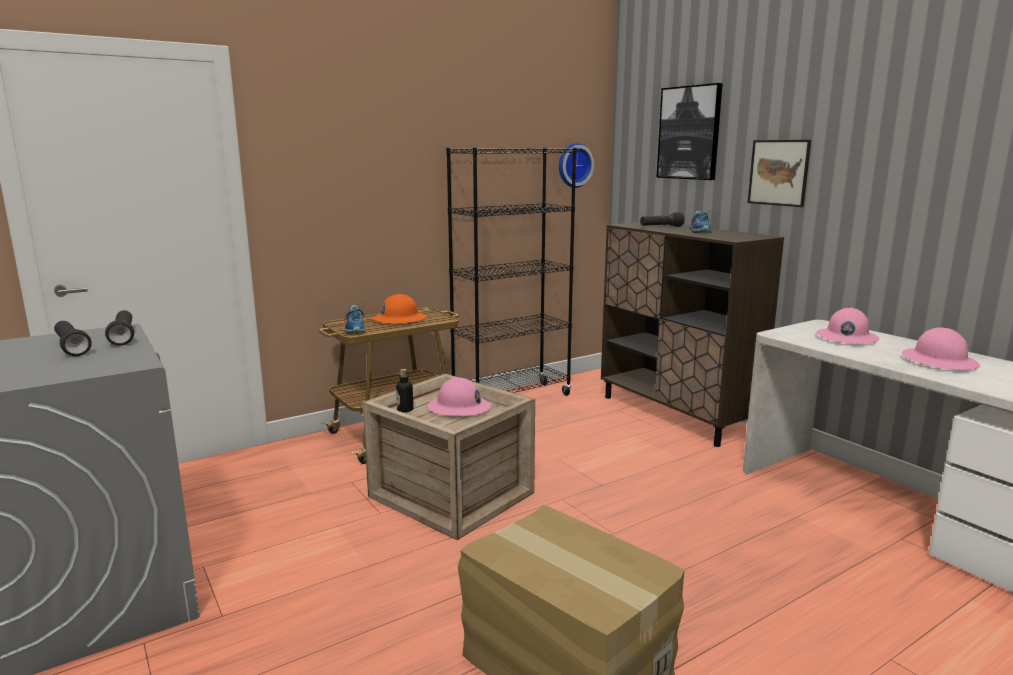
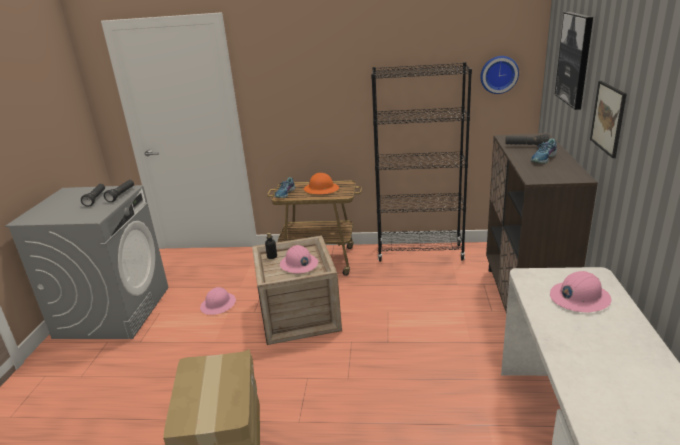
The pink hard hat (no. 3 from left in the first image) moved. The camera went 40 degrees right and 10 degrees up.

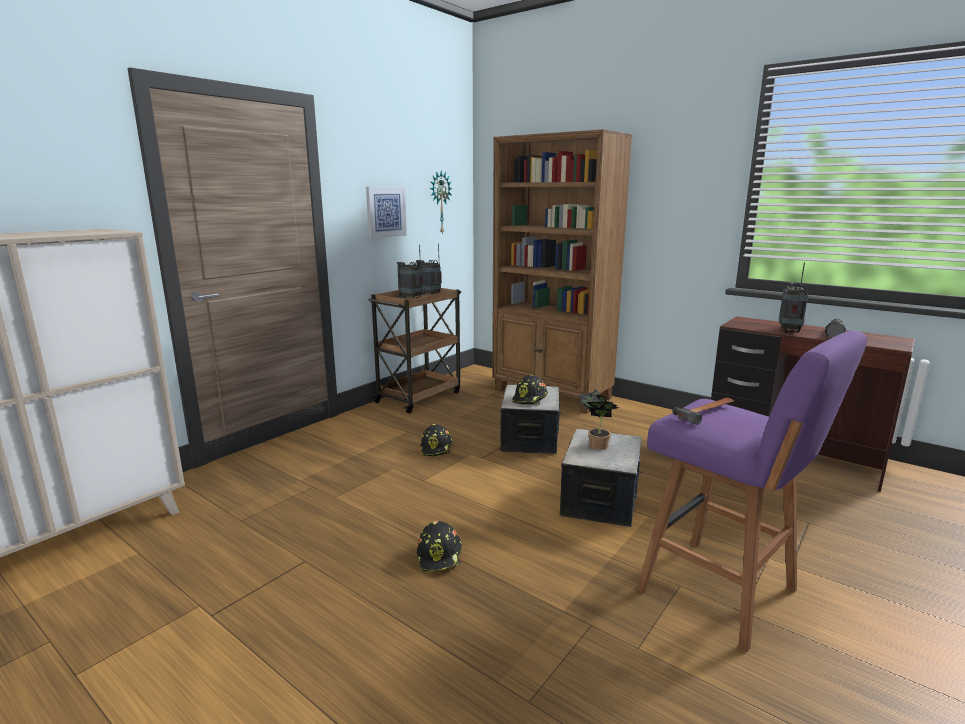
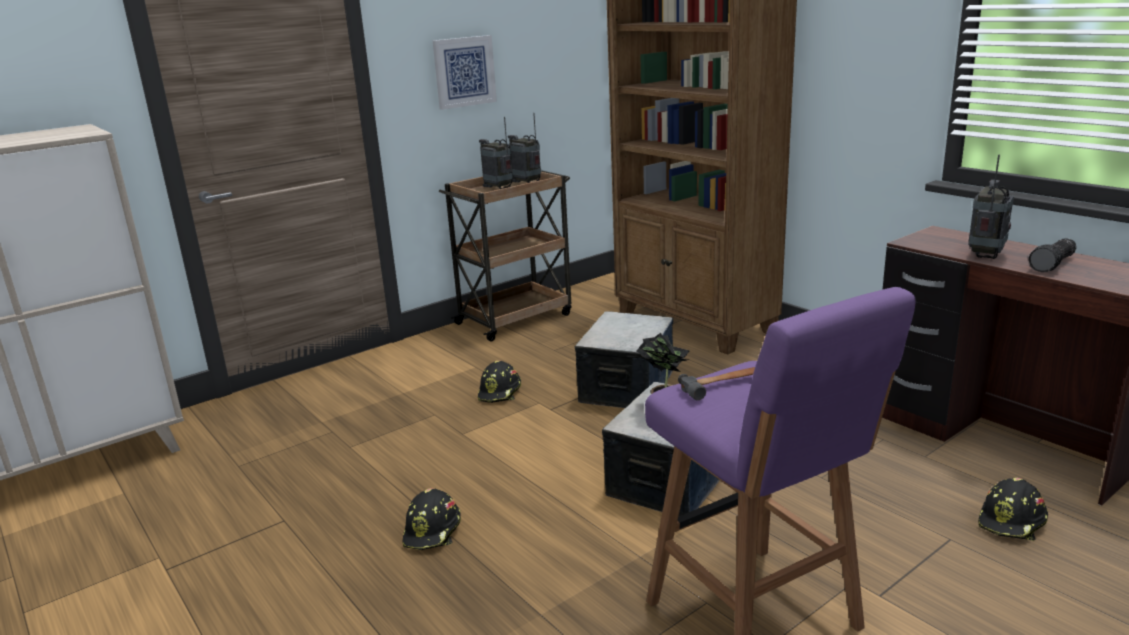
The wall clock disappeared. The black hard hat (no. 3 from left) moved. The camera went 15 degrees right and 5 degrees up.

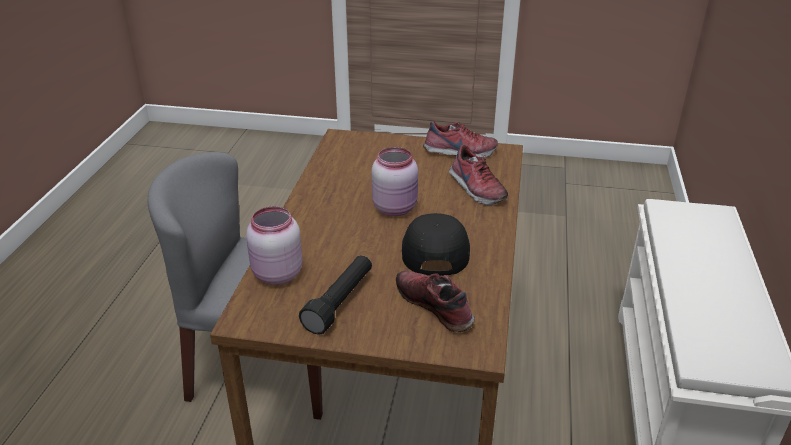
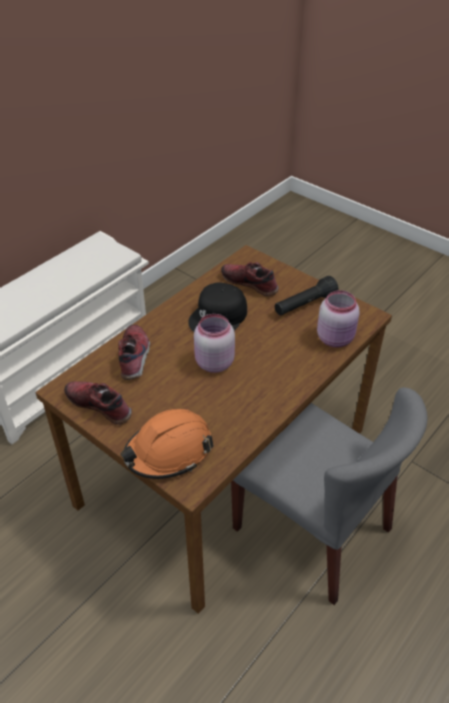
The shoe (no. 1 from left in the first image) turned 135 degrees clockwise. The orange hard hat appeared. The camera went 150 degrees left and 10 degrees up.

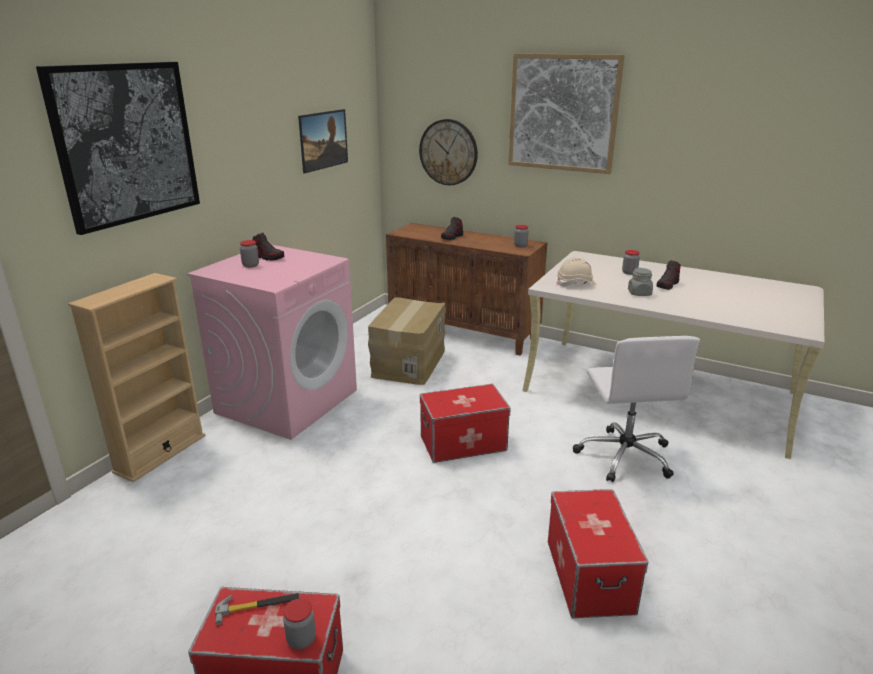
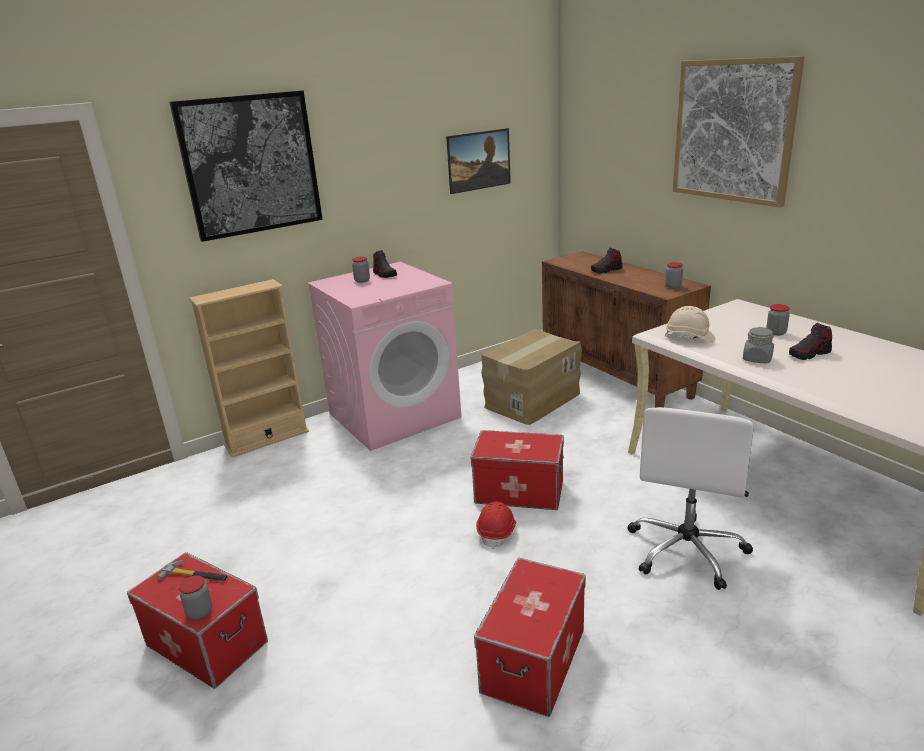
The wall clock disappeared. The red hard hat appeared. The camera went 30 degrees right and 0 degrees up.

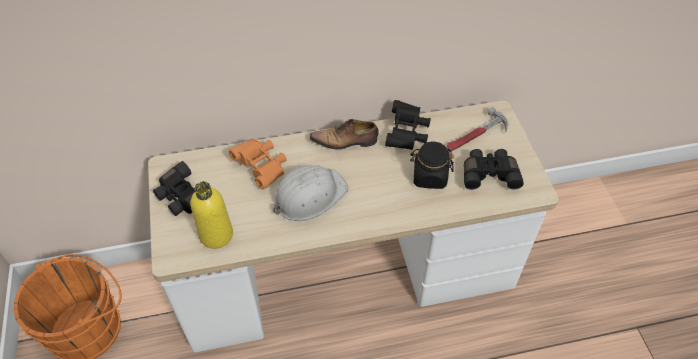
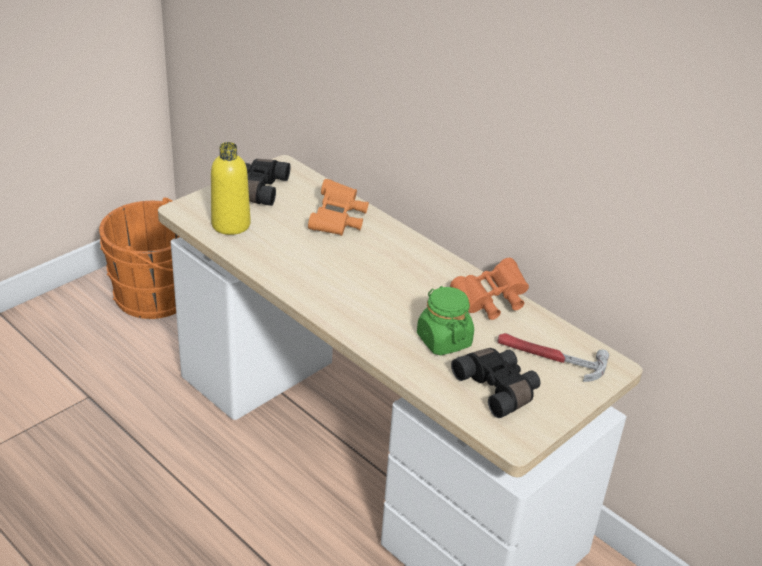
The black binoculars (no. 2 from left) became the orange binoculars (no. 2 from left). The shoe disappeared. The black jar became the green jar. The white hard hat disappeared. The camera went 55 degrees right and 15 degrees down.

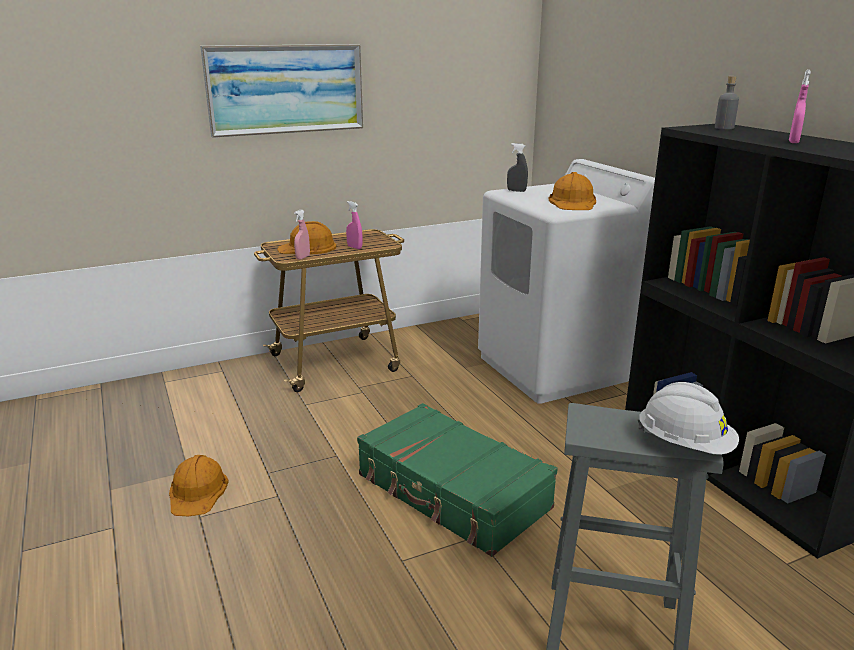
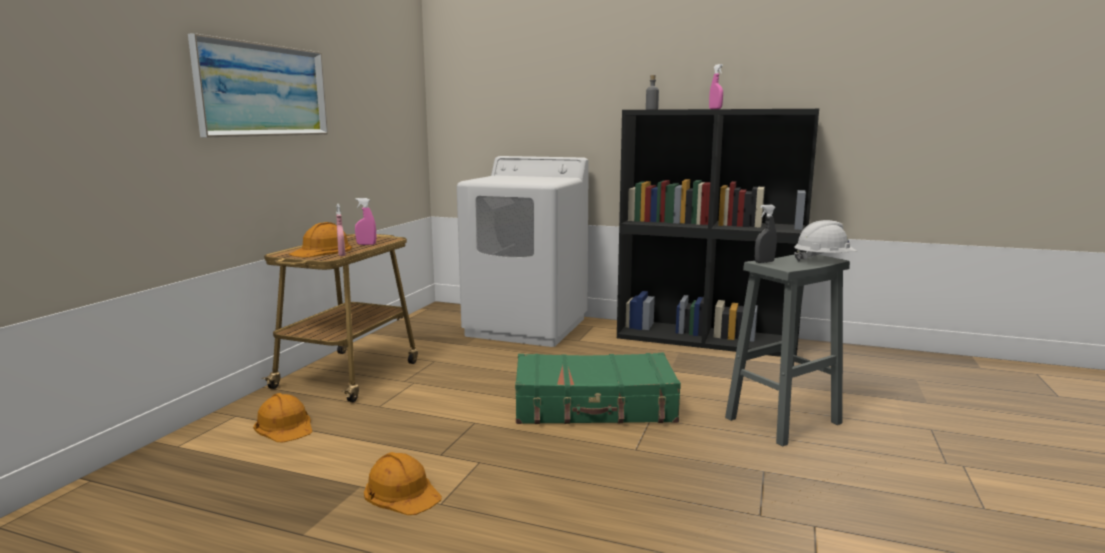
The grey spray bottle moved. The orange hard hat (no. 3 from left in the first image) moved. The camera went 45 degrees left and 10 degrees down.

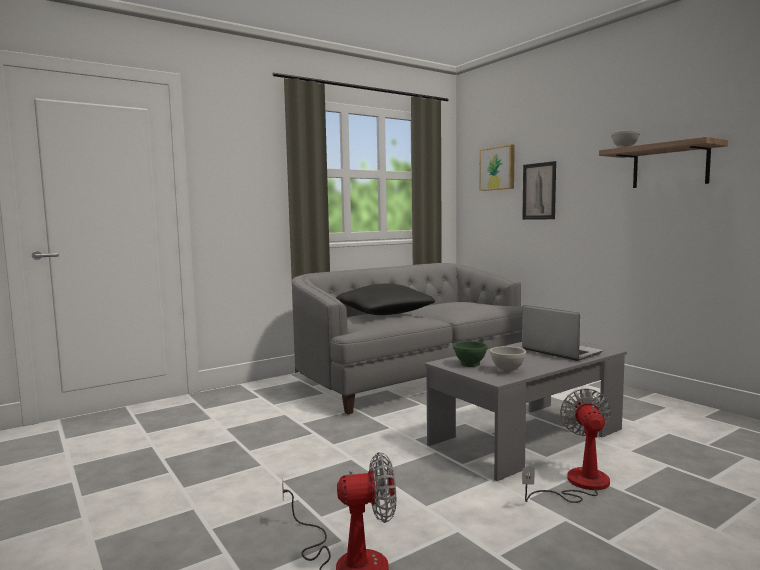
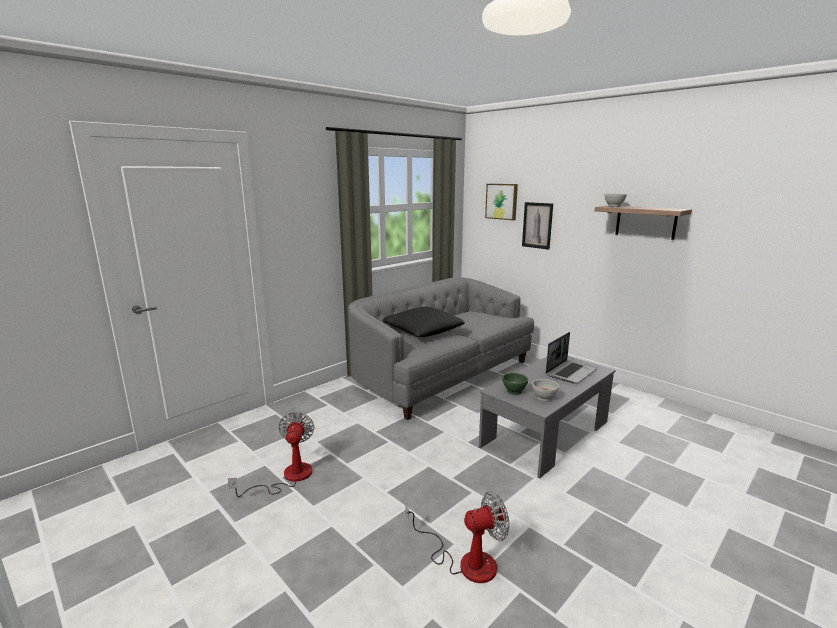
The laptop turned 90 degrees clockwise. The fan (no. 2 from left in the first image) moved. The camera went 10 degrees left and 10 degrees up.

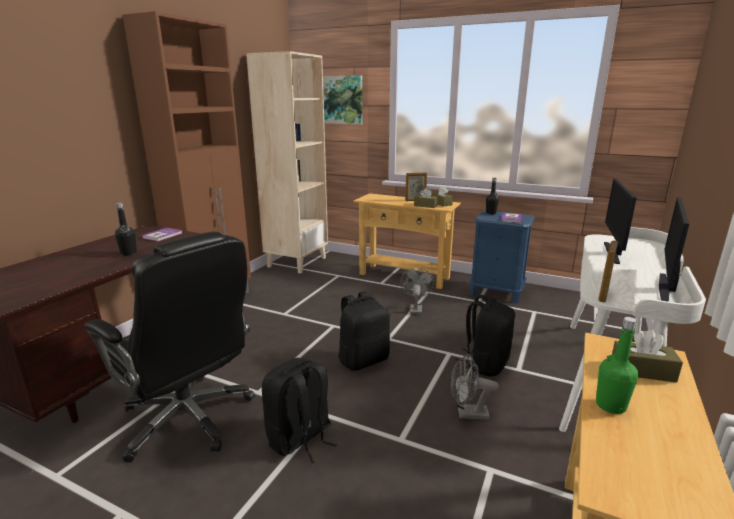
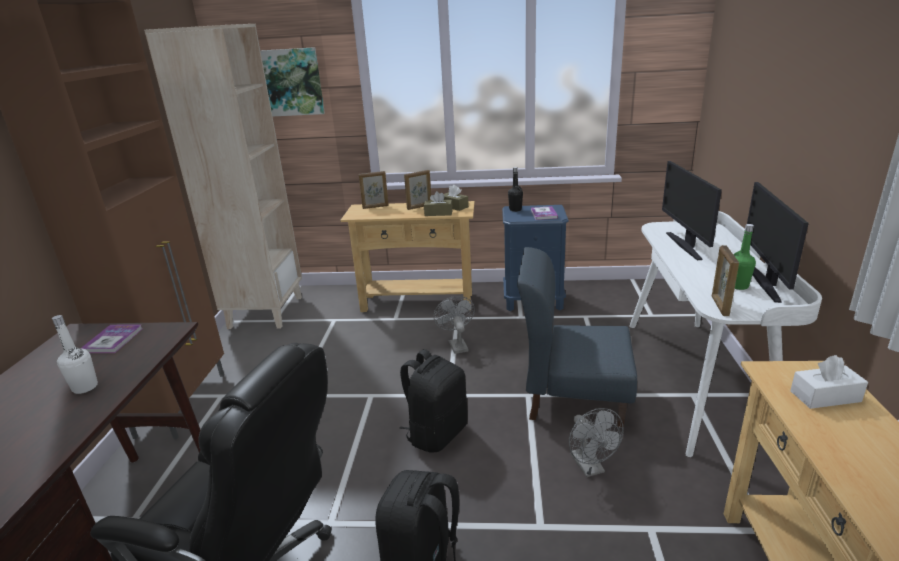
The black bottle (no. 1 from left) became the white bottle. The black backpack (no. 3 from left) was replaced by the blue chair. The green bottle moved. The brown tissue box (no. 3 from left) became the white tissue box. The grey fan (no. 2 from left) turned 90 degrees counterclockwise. The picture frame (no. 1 from left) appeared. The camera went 20 degrees left and 5 degrees up.

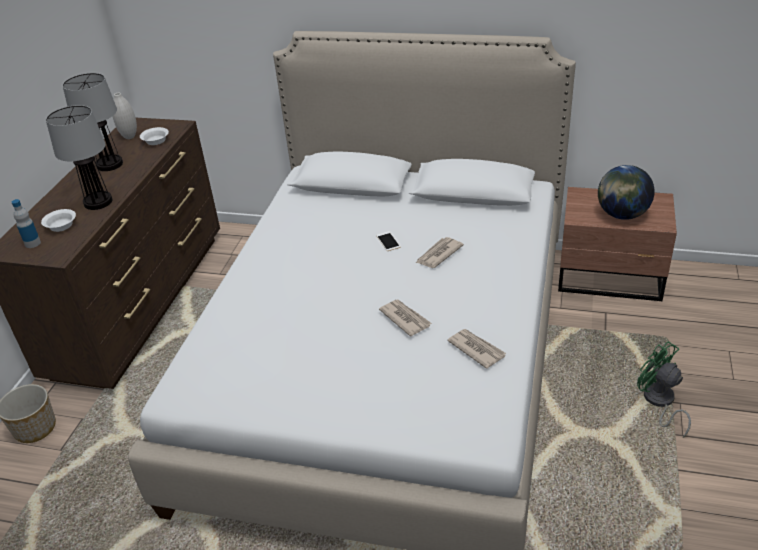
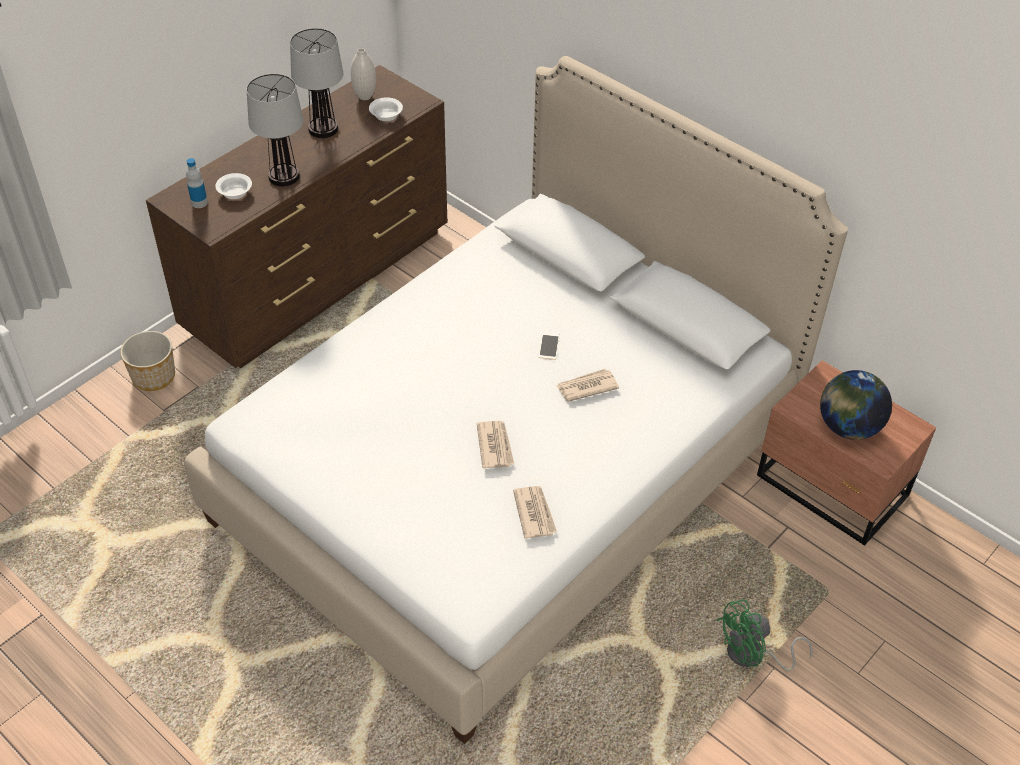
The green fan turned 105 degrees counterclockwise. The camera went 25 degrees right and 10 degrees up.

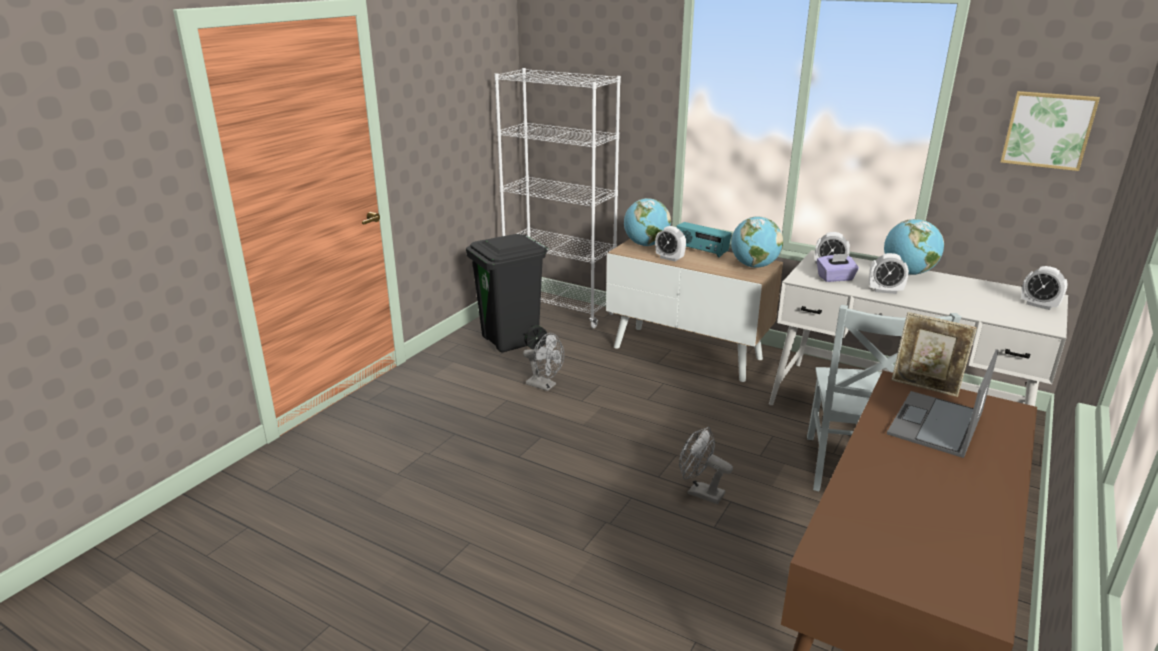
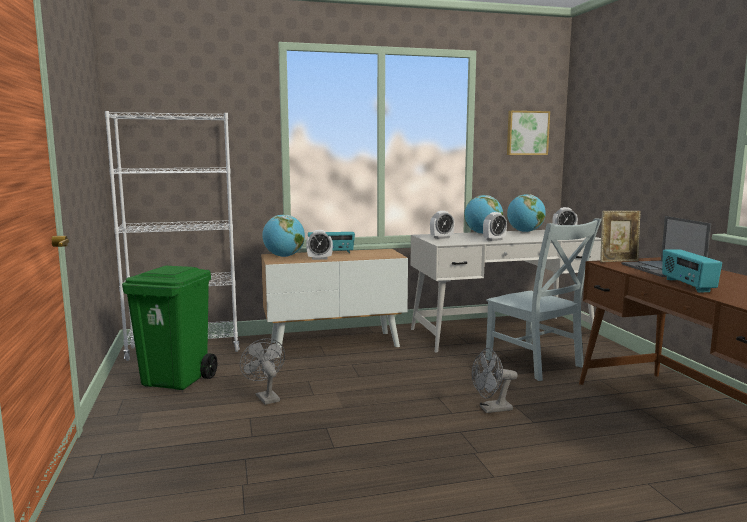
The globe (no. 2 from left in the first image) moved. The black trash can became the green trash can. The purple tissue box disappeared. The grey fan (no. 1 from left) turned 105 degrees counterclockwise. The radio (no. 2 from left) appeared. The camera went 45 degrees left and 15 degrees down.

